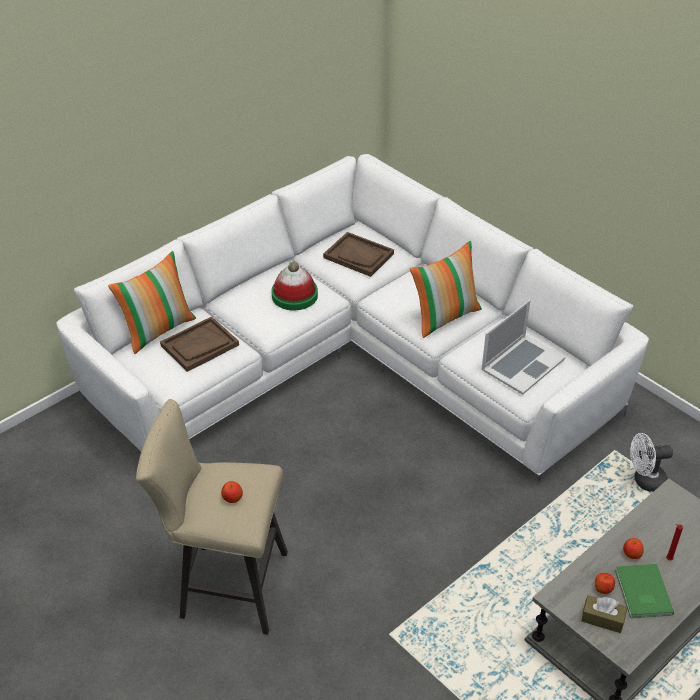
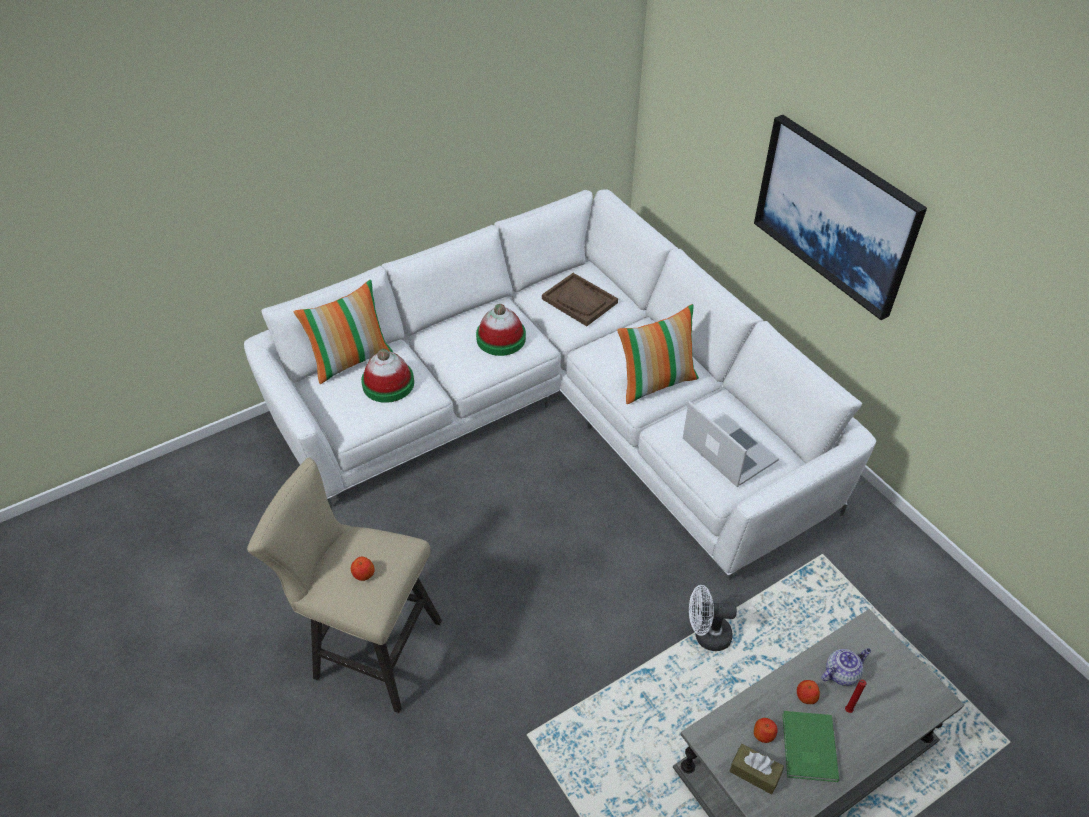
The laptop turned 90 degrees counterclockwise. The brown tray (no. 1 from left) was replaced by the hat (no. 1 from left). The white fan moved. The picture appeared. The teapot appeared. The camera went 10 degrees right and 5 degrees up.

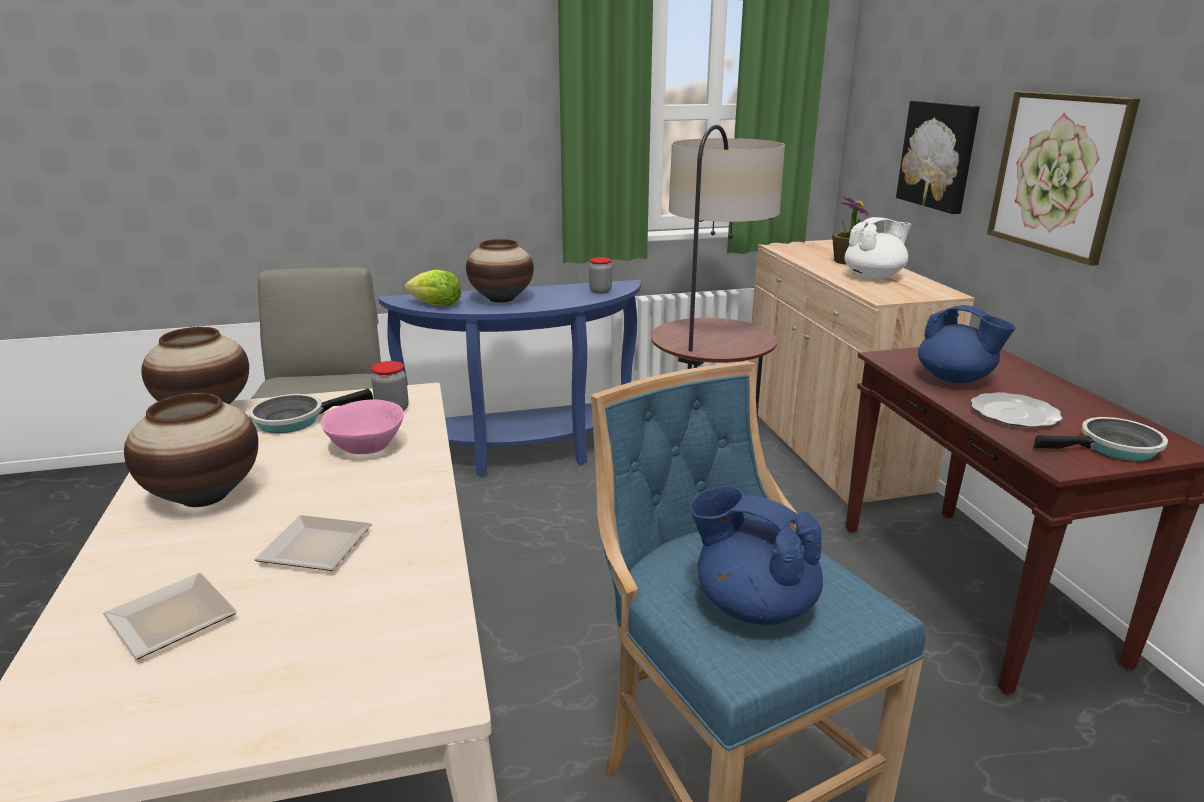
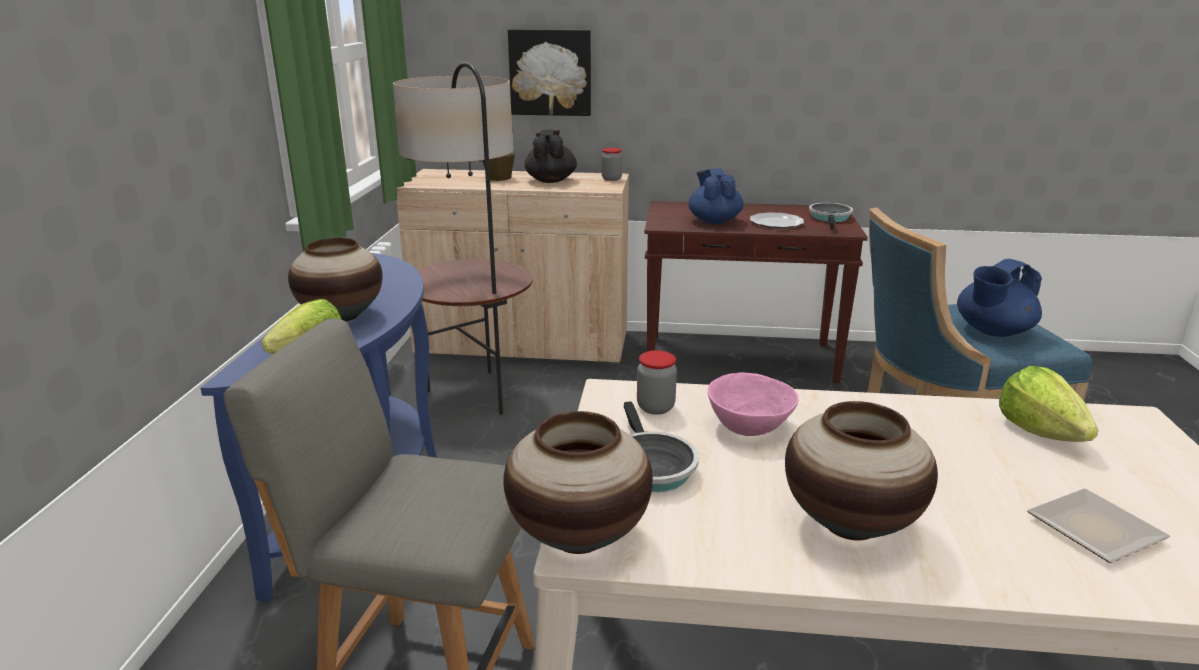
The picture (no. 2 from left) disappeared. The white teapot became the black teapot. The jar (no. 2 from left in the first image) moved. The blue teapot (no. 2 from left in the first image) turned 75 degrees counterclockwise. The plate (no. 2 from left) disappeared. The lettuce (no. 2 from left) appeared. The camera went 70 degrees left and 0 degrees up.

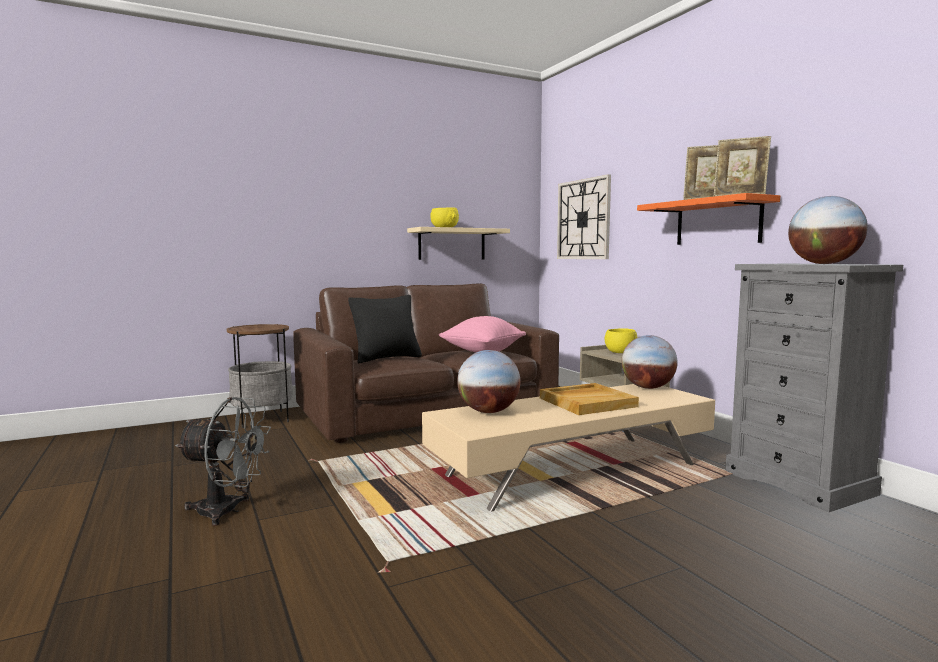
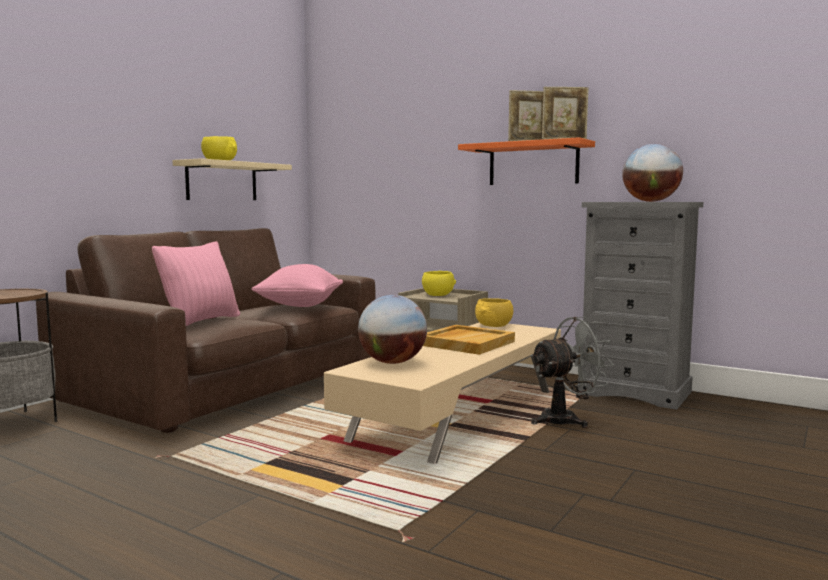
The wall clock disappeared. The black pillow became the pink pillow (no. 1 from left). The globe (no. 2 from left) was replaced by the yellow bowl (no. 3 from left). The grey fan moved. The camera went 30 degrees left and 0 degrees up.

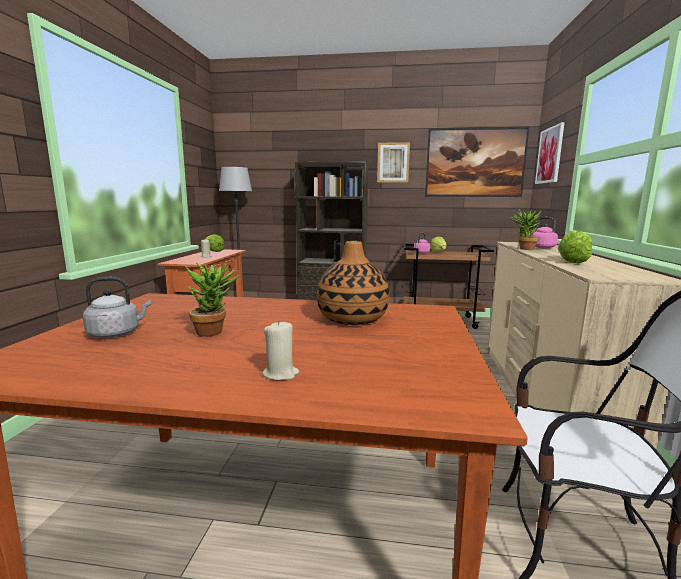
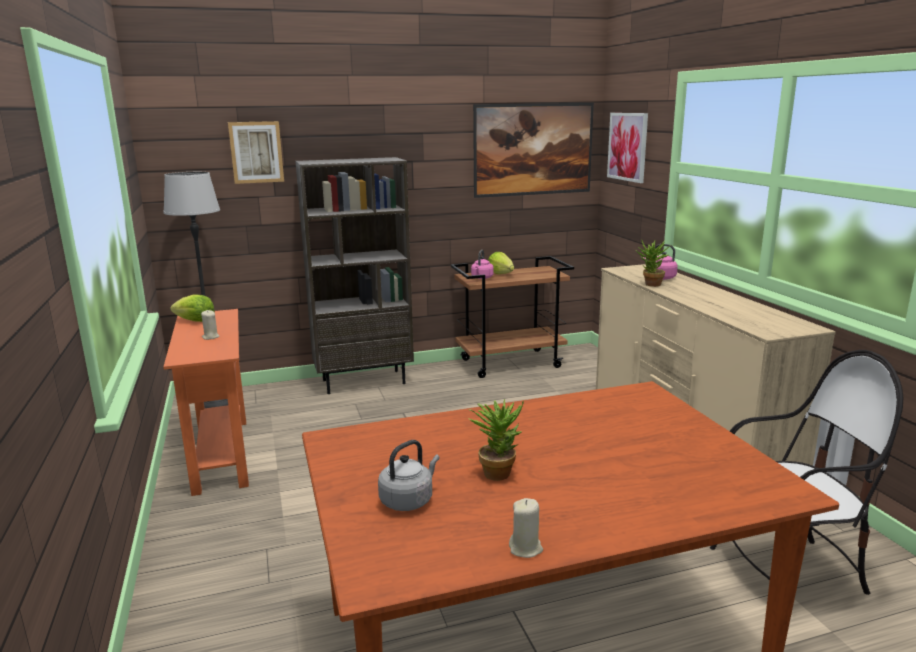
The picture (no. 1 from left) moved. The lettuce (no. 3 from left) disappeared. The vase disappeared. The beige candle (no. 2 from left) moved. The camera went 25 degrees left and 5 degrees up.

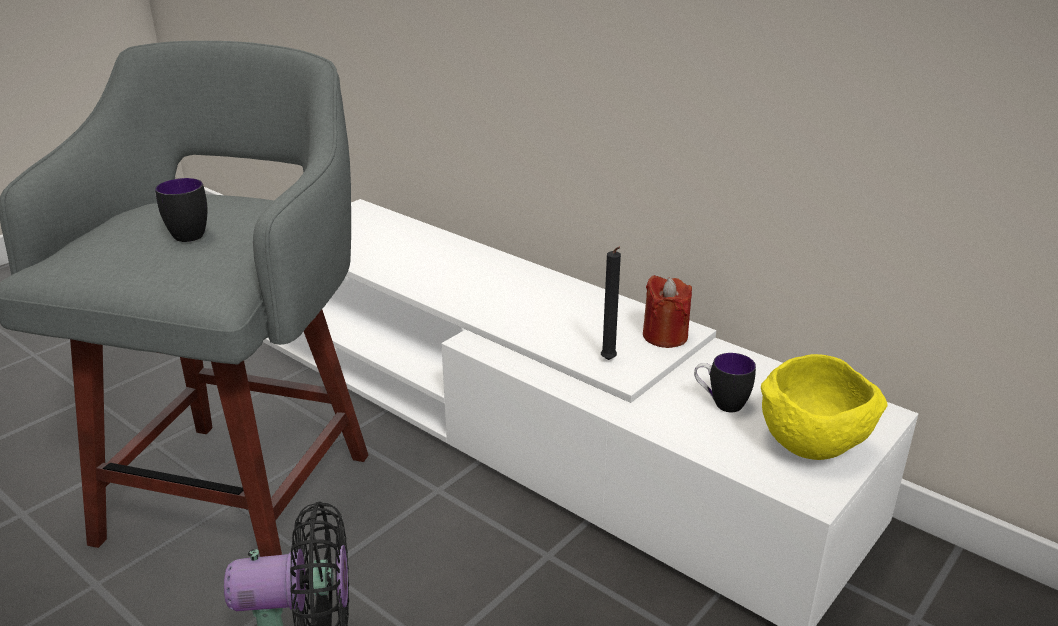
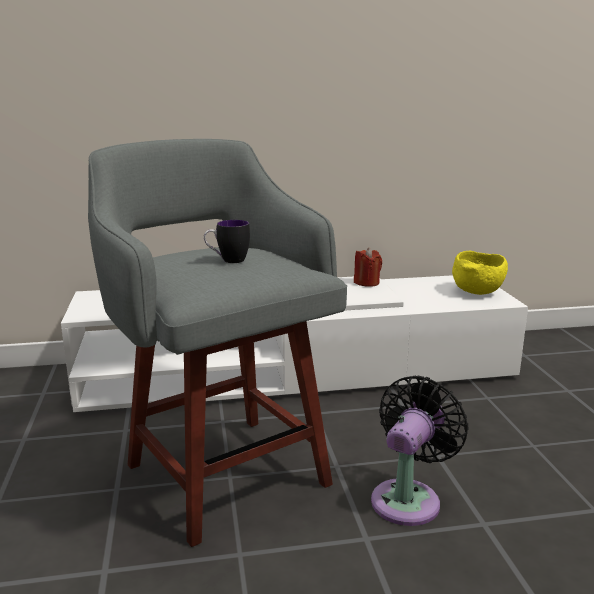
The black candle disappeared. The mug (no. 2 from left) disappeared. The camera went 50 degrees left and 10 degrees down.

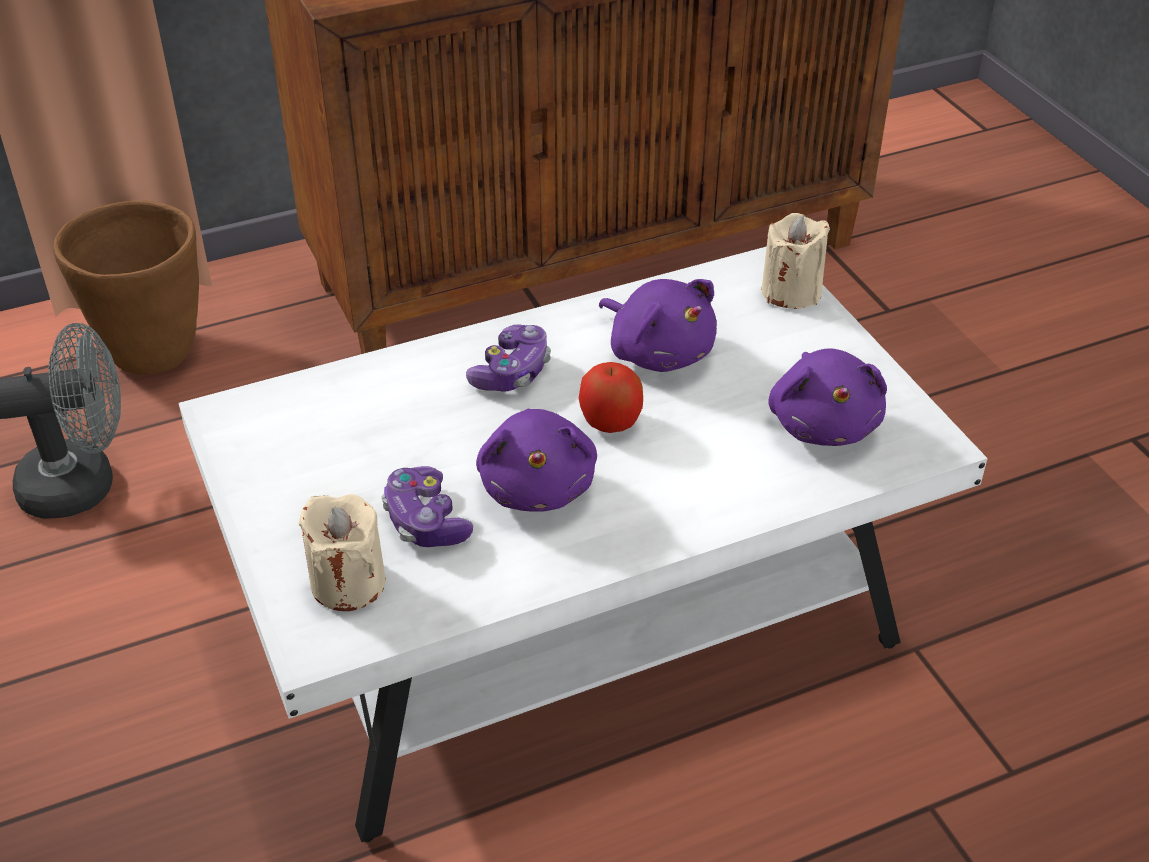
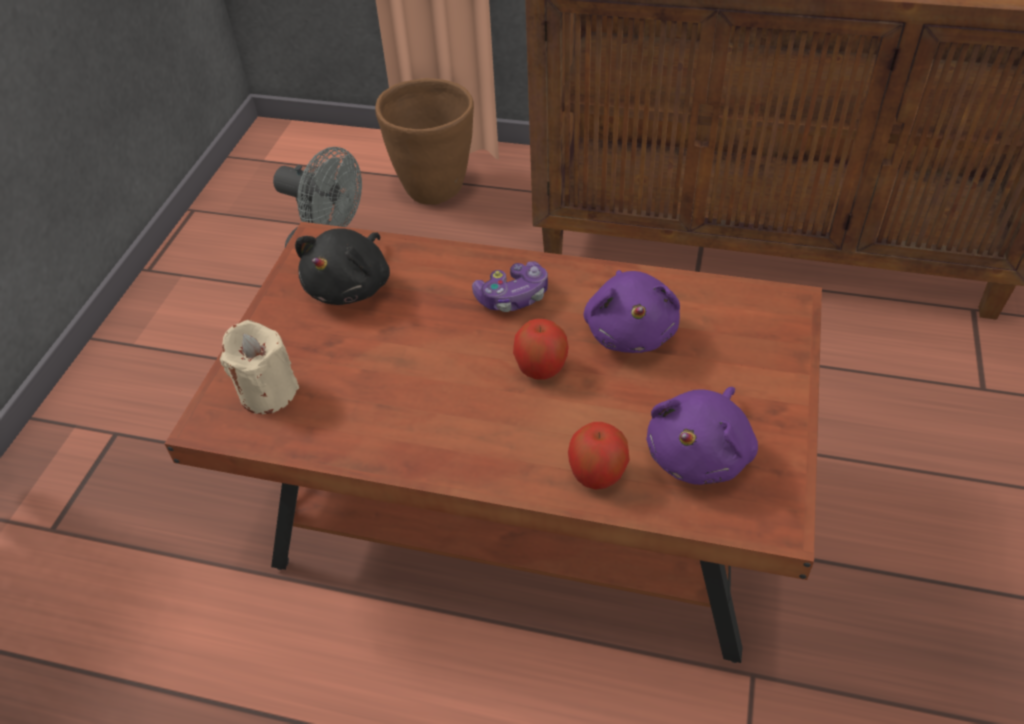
The beige candle (no. 2 from left) disappeared. The white coffee table became the brown coffee table. The purple plush toy (no. 1 from left) disappeared. The game controller (no. 1 from left) disappeared. The black plush toy appeared. The apple (no. 2 from left) appeared. The camera went 40 degrees right and 5 degrees up.

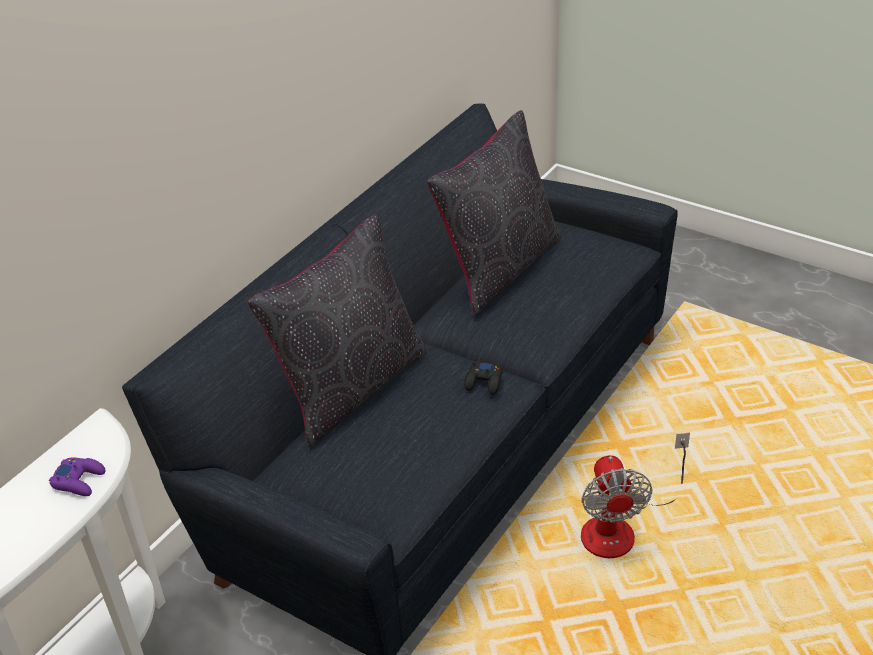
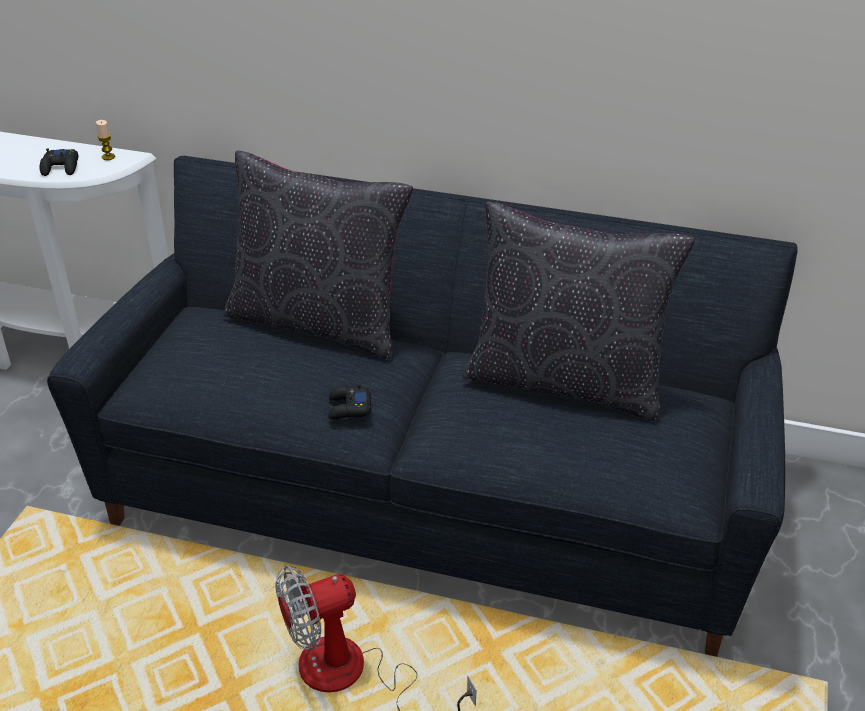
The purple game controller became the black game controller (no. 1 from left). The candle appeared. The camera went 70 degrees right and 0 degrees up.

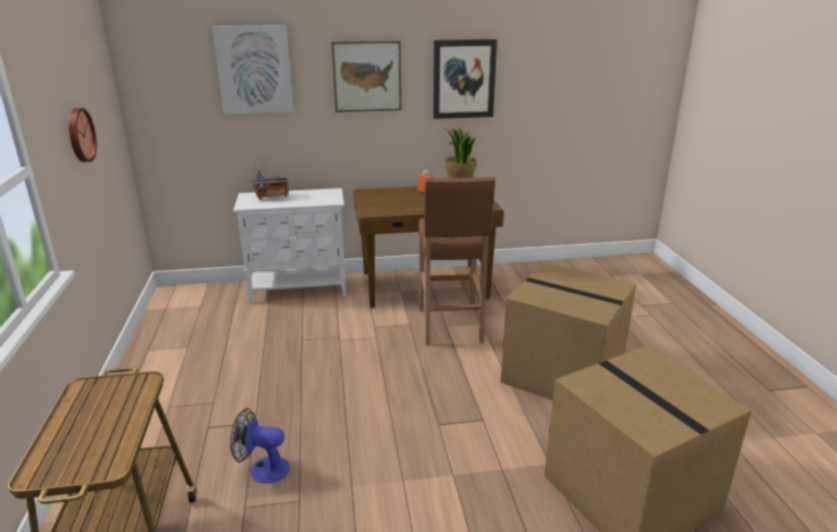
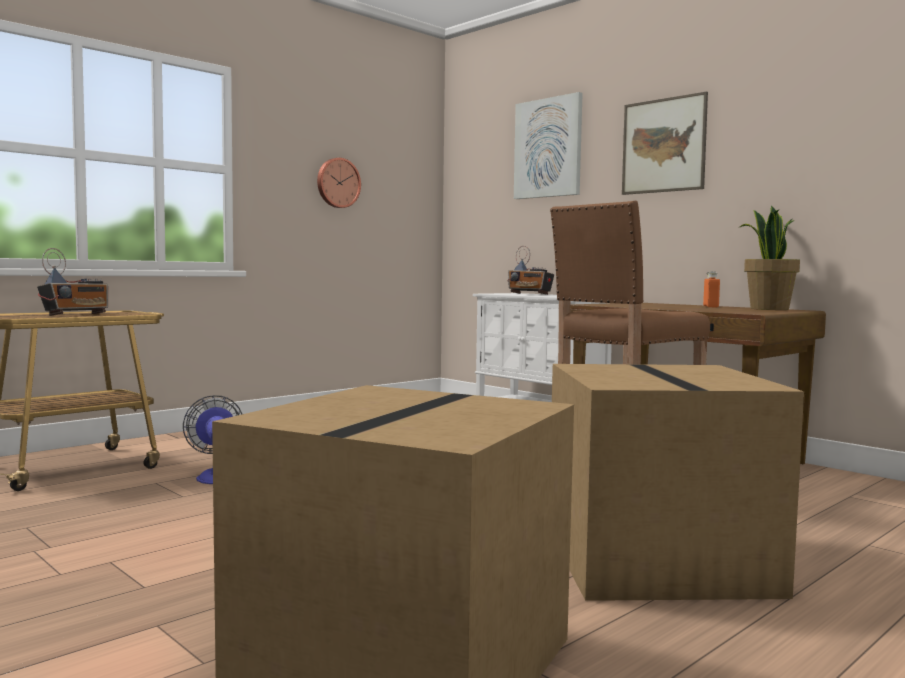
The picture (no. 3 from left) disappeared. The radio (no. 1 from left) appeared. The camera went 55 degrees right and 20 degrees down.

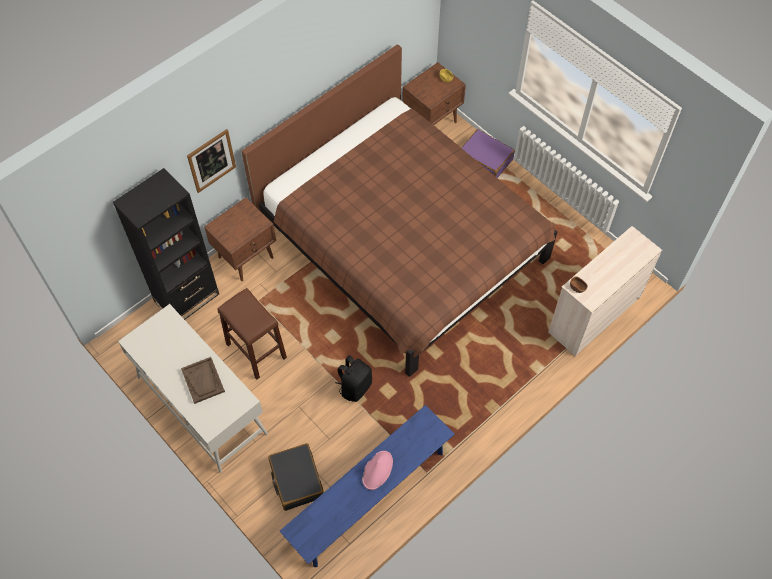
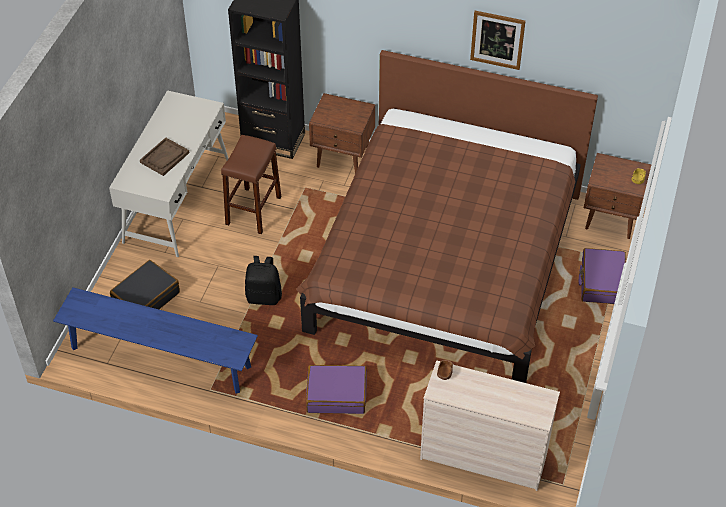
The picture moved. The pink hat disappeared. The purple suitcase (no. 1 from left) appeared. The camera went 60 degrees right and 10 degrees down.

